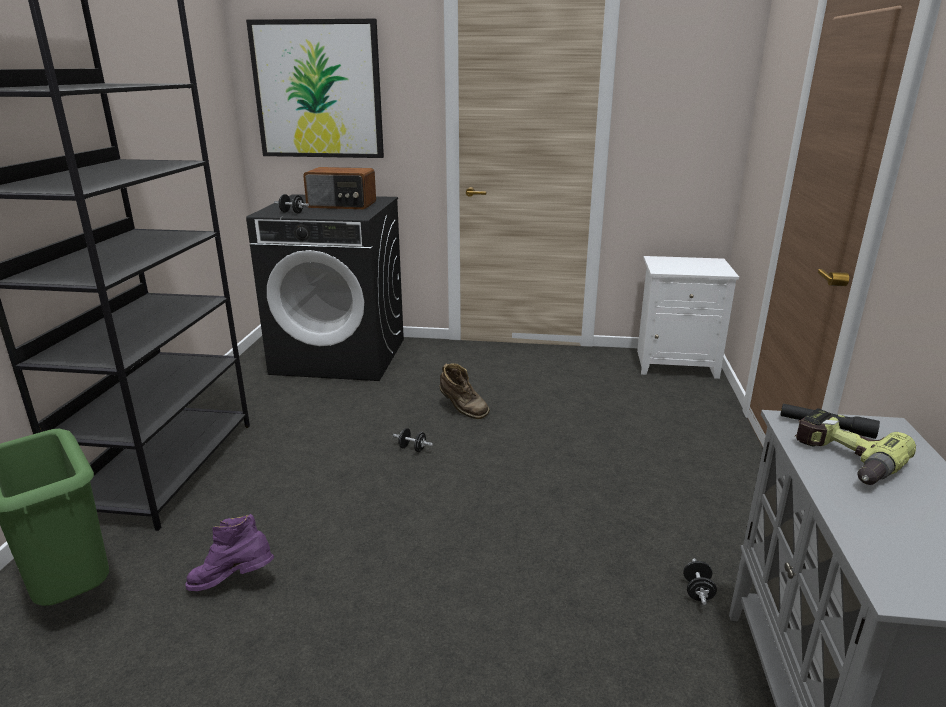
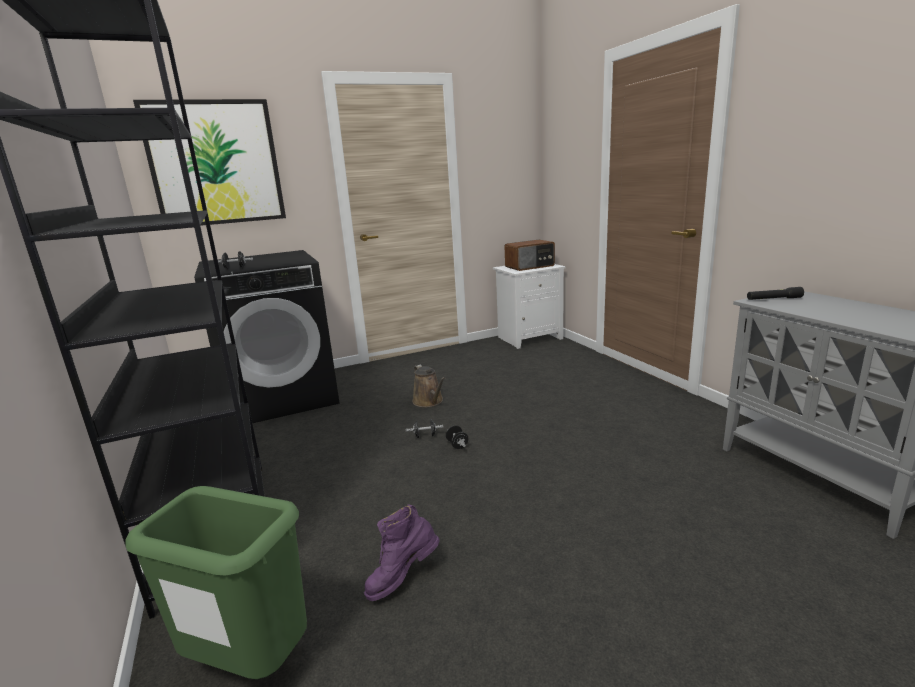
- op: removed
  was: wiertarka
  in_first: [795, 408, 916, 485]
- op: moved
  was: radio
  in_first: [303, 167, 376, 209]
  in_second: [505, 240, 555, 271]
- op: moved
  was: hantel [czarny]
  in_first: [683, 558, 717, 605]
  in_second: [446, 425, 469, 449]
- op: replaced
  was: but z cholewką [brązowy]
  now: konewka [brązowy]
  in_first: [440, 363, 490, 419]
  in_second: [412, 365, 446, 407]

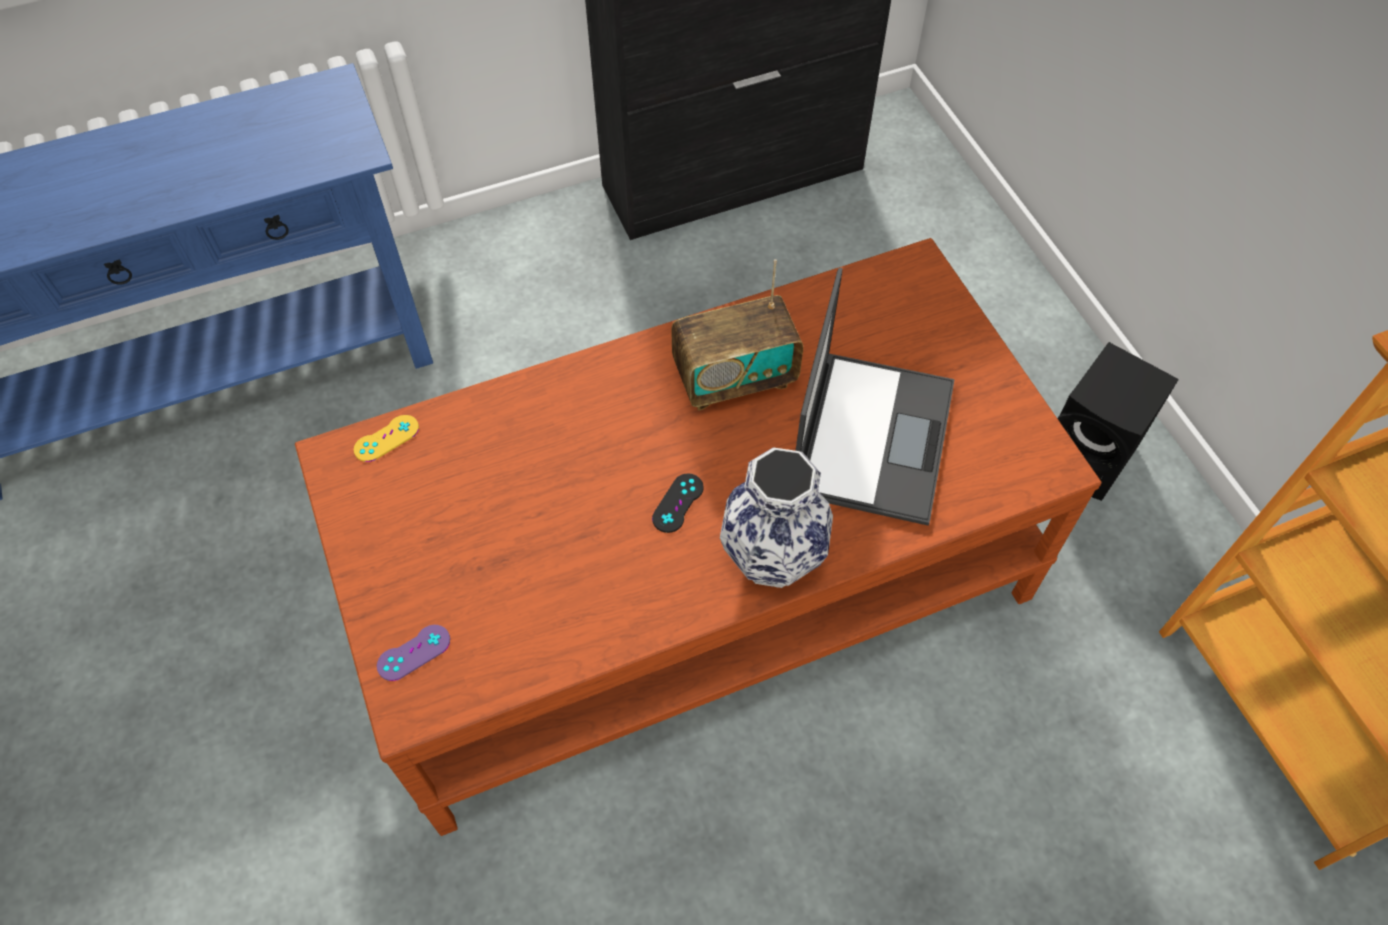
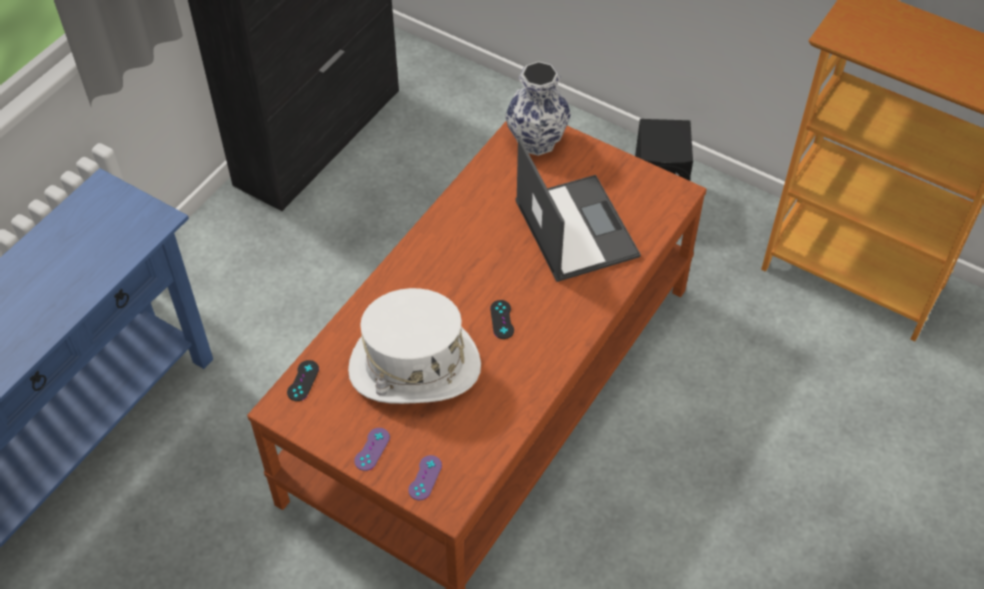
- op: removed
  was: radio
  in_first: [671, 259, 803, 411]
- op: added
  now: kapelusz [biały]
  in_second: [348, 288, 481, 404]
- op: added
  now: pad do gier [fioletowy]
  in_second: [354, 428, 390, 471]
- op: moved
  was: wazon
  in_first: [720, 448, 833, 588]
  in_second: [505, 61, 571, 156]
- op: recoloured
  was: pad do gier [żółty]
  now: pad do gier [czarny]
  in_first: [354, 415, 419, 462]
  in_second: [287, 360, 319, 401]

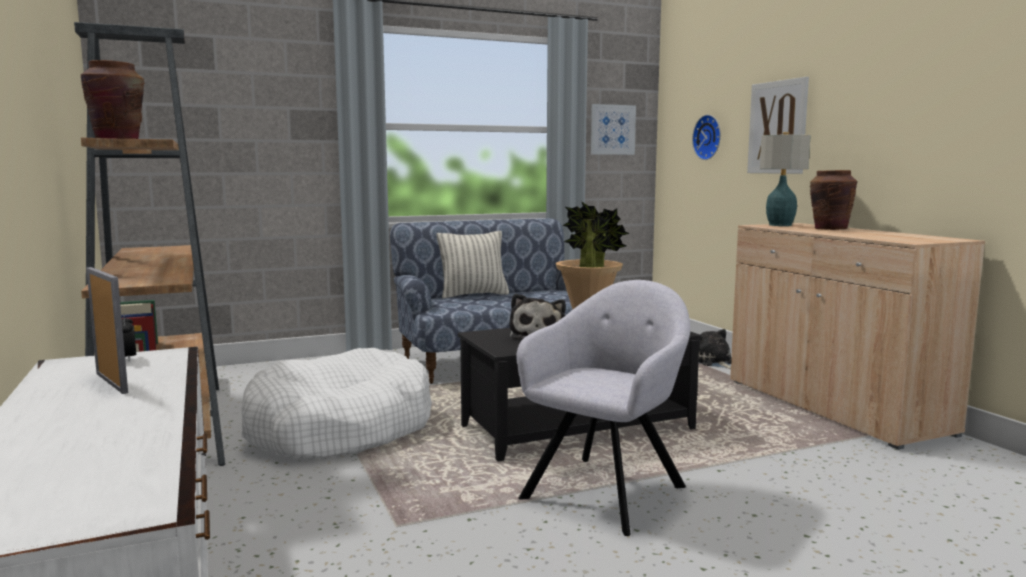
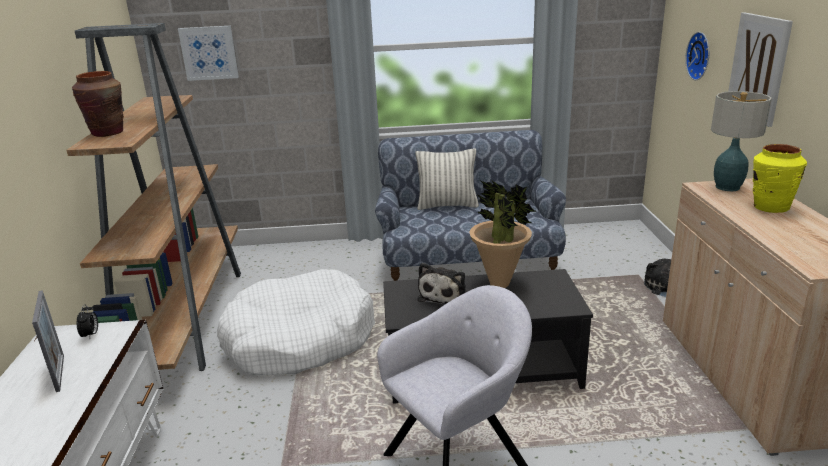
- op: moved
  was: obraz
  in_first: [591, 104, 636, 155]
  in_second: [178, 26, 239, 81]
- op: recoloured
  was: wazon [brązowy]
  now: wazon [żółty]
  in_first: [810, 170, 857, 230]
  in_second: [753, 144, 807, 213]

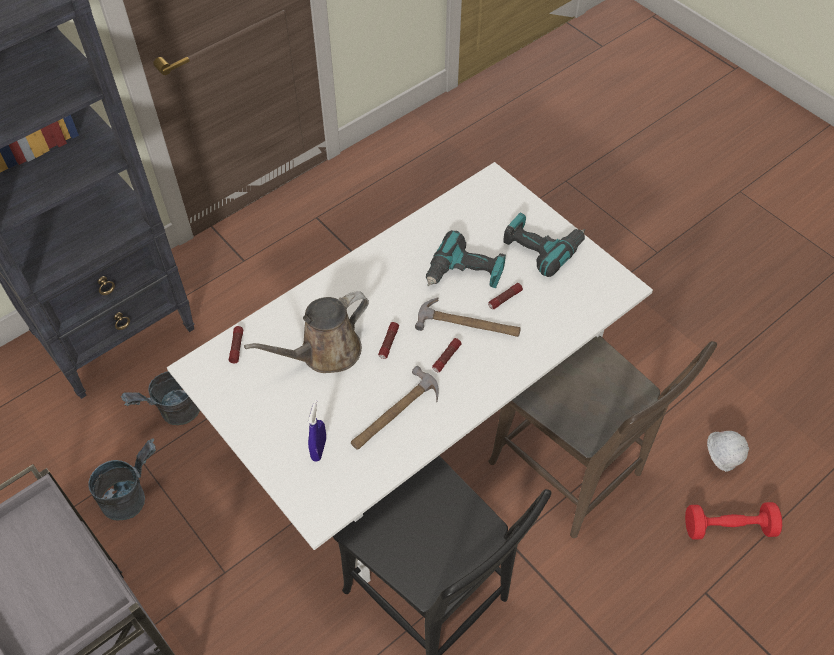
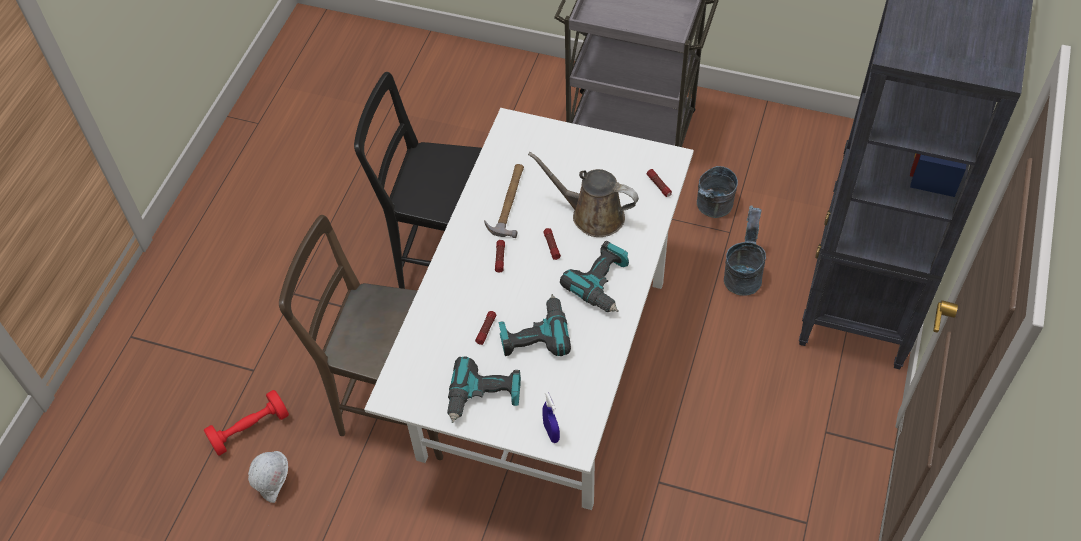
- op: removed
  was: młotek
  in_first: [415, 297, 521, 337]
- op: added
  now: wiertarka
  in_second: [560, 241, 629, 312]
- op: moved
  was: spryskiwacz [niebieski]
  in_first: [308, 400, 326, 462]
  in_second: [542, 392, 560, 443]
- op: turned
  was: konewka [brązowy]
  in_first: [244, 291, 369, 373]
  in_second: [528, 152, 639, 237]
  clockwise: -90

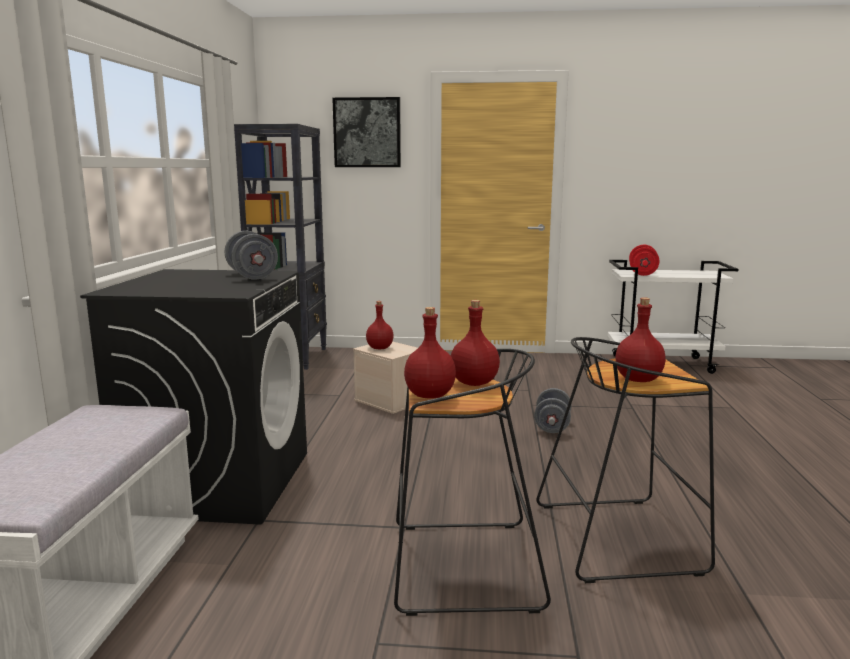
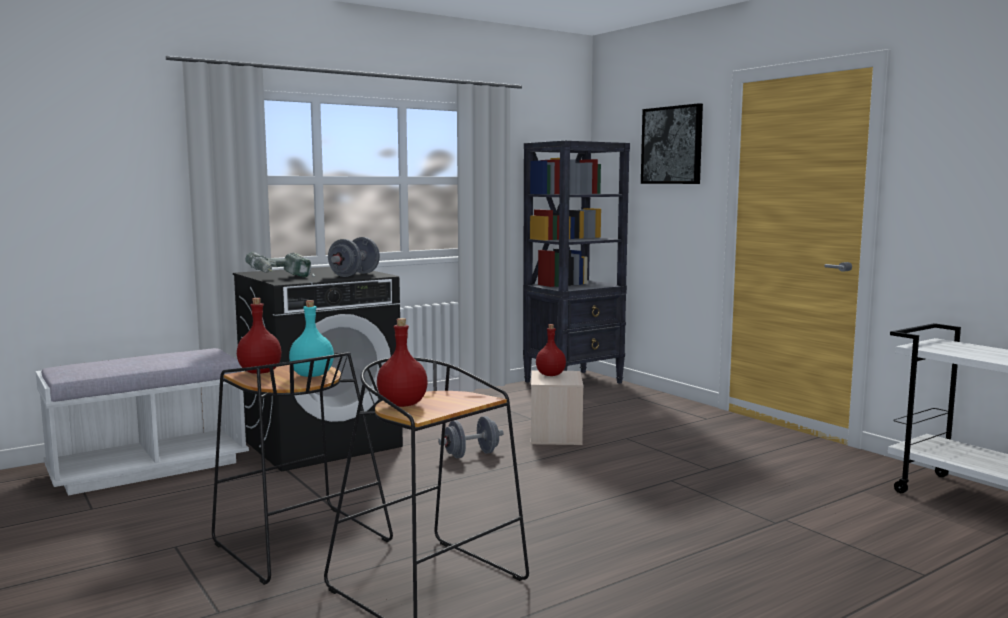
- op: removed
  was: hantel [czerwony]
  in_first: [629, 245, 659, 276]
- op: added
  now: wiertarka
  in_second: [245, 252, 315, 277]
- op: moved
  was: hantel [szary]
  in_first: [534, 388, 572, 433]
  in_second: [438, 416, 504, 458]
- op: recoloured
  was: butelka [czerwony]
  now: butelka [turkusowy]
  in_first: [451, 300, 500, 386]
  in_second: [289, 300, 334, 377]

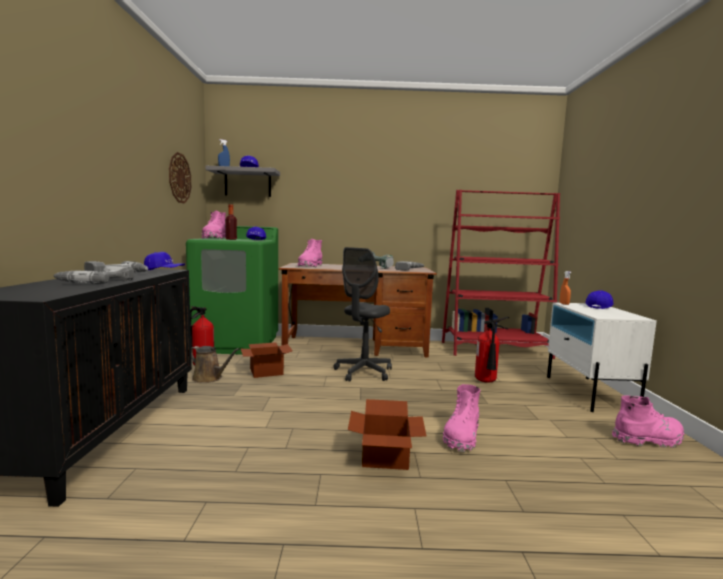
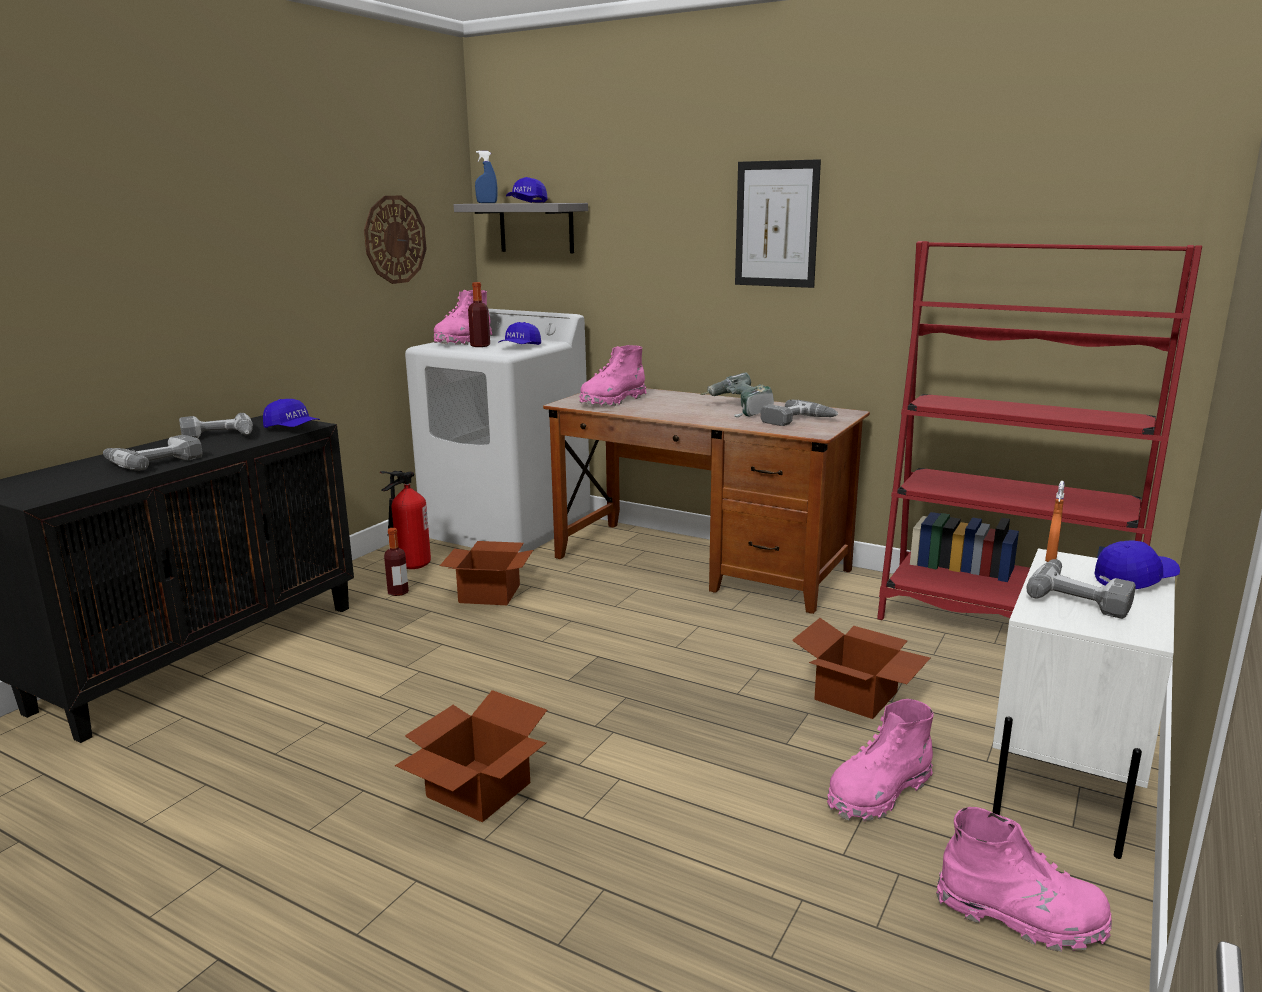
- op: removed
  was: krzesło biurowe [szary]
  in_first: [334, 247, 392, 382]
- op: added
  now: obraz
  in_second: [735, 159, 821, 288]
- op: added
  now: wiertarka
  in_second: [1027, 559, 1136, 619]
- op: moved
  was: but z cholewką [różowy]
  in_first: [443, 384, 481, 452]
  in_second: [827, 699, 933, 821]
- op: replaced
  was: konewka [brązowy]
  now: butelka
  in_first: [191, 346, 239, 383]
  in_second: [384, 528, 409, 596]
- op: replaced
  was: gaśnica
  now: karton
  in_first: [475, 317, 509, 383]
  in_second: [792, 618, 930, 719]
- op: recoloured
  was: pralka [zielony]
  now: pralka [biały]
  in_first: [186, 226, 278, 355]
  in_second: [405, 309, 591, 553]

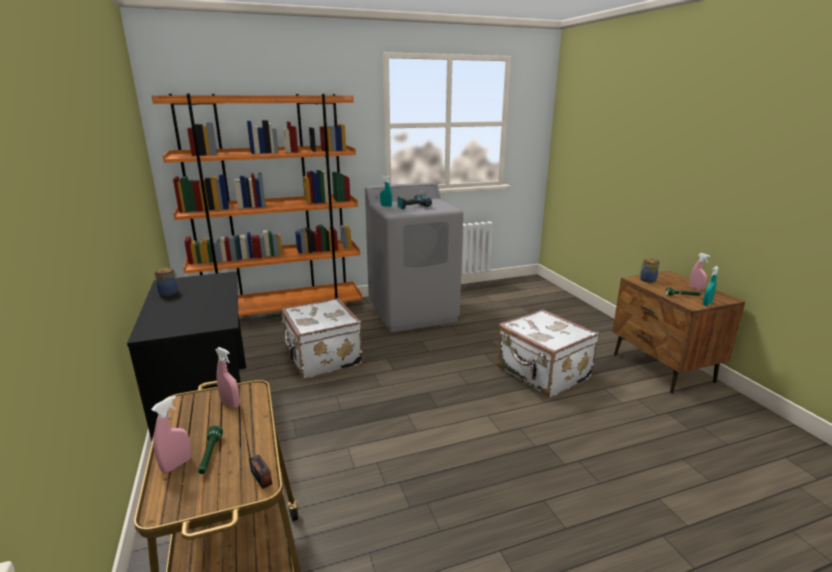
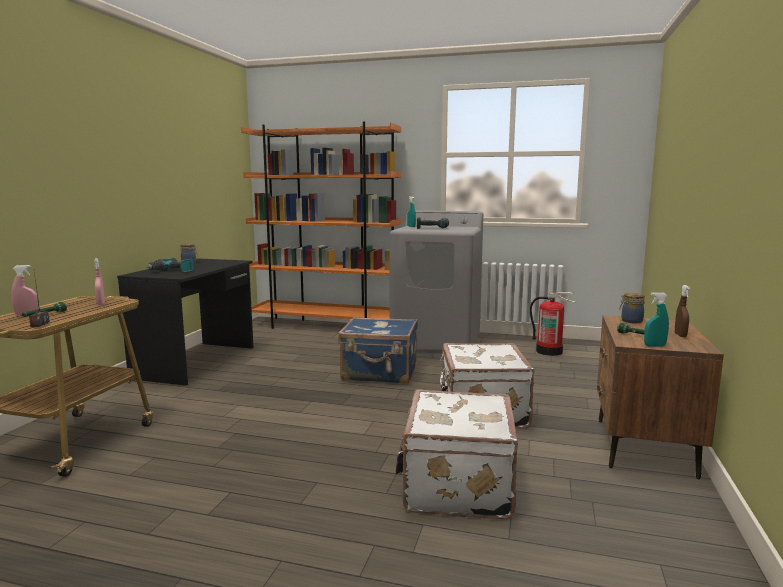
- op: added
  now: wiertarka
  in_second: [146, 257, 194, 272]
- op: added
  now: walizka [niebieski]
  in_second: [338, 317, 418, 384]
- op: added
  now: gaśnica
  in_second: [530, 292, 576, 356]
- op: moved
  was: walizka [biały]
  in_first: [281, 298, 363, 379]
  in_second: [396, 389, 518, 520]
- op: recoloured
  was: spryskiwacz [różowy]
  now: spryskiwacz [brązowy]
  in_first: [689, 253, 710, 290]
  in_second: [675, 285, 690, 337]

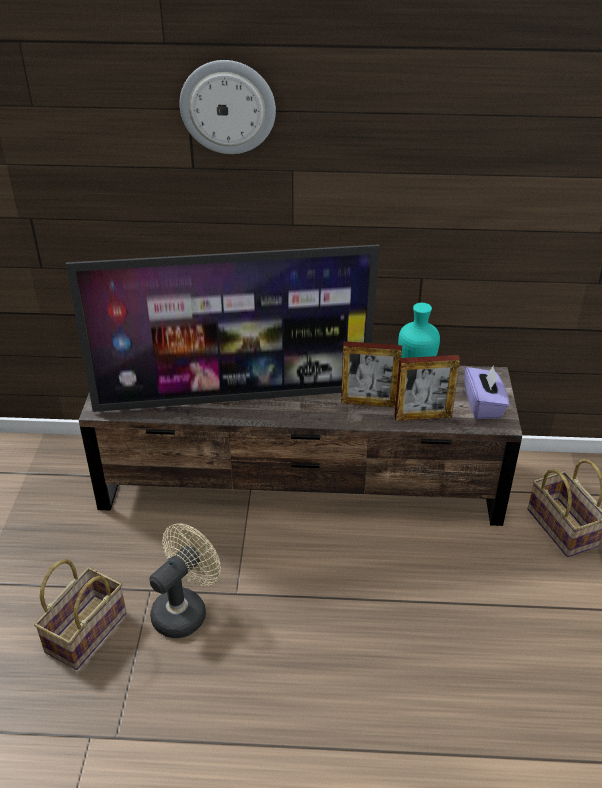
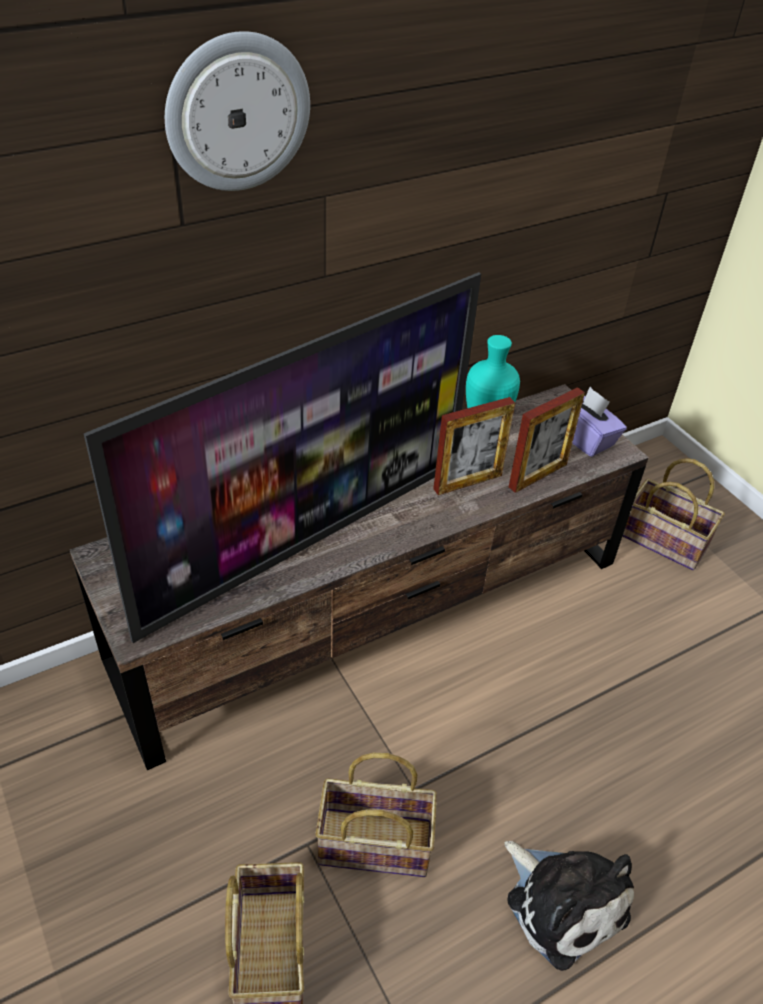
- op: added
  now: pluszak
  in_second: [504, 841, 634, 971]
- op: replaced
  was: wentylator [beżowy]
  now: koszyk
  in_first: [149, 523, 221, 638]
  in_second: [316, 753, 437, 877]

